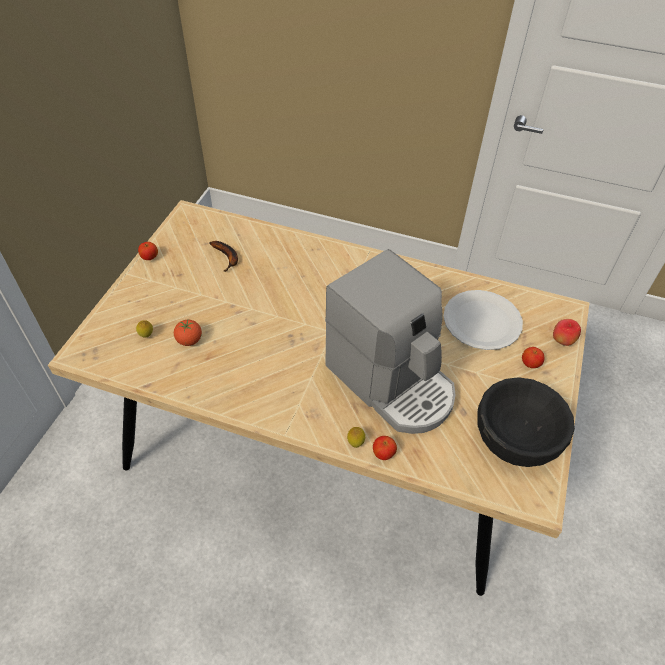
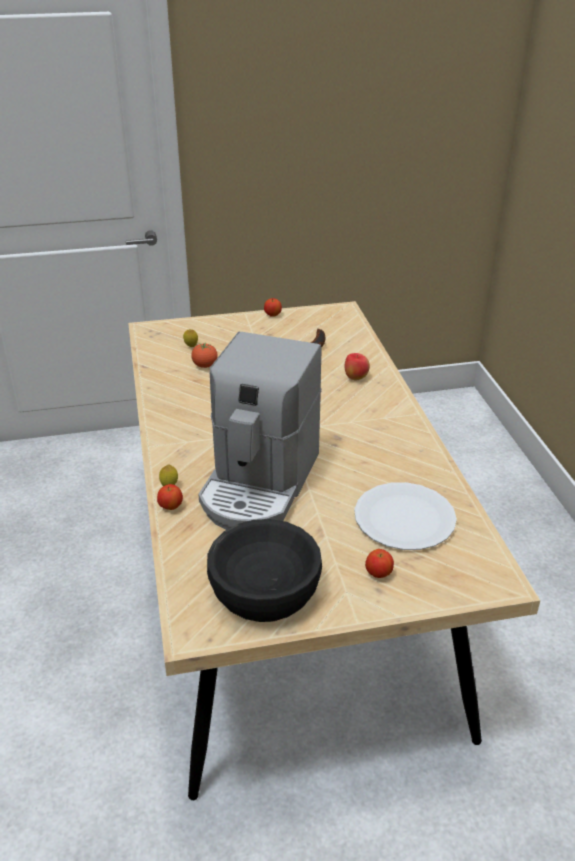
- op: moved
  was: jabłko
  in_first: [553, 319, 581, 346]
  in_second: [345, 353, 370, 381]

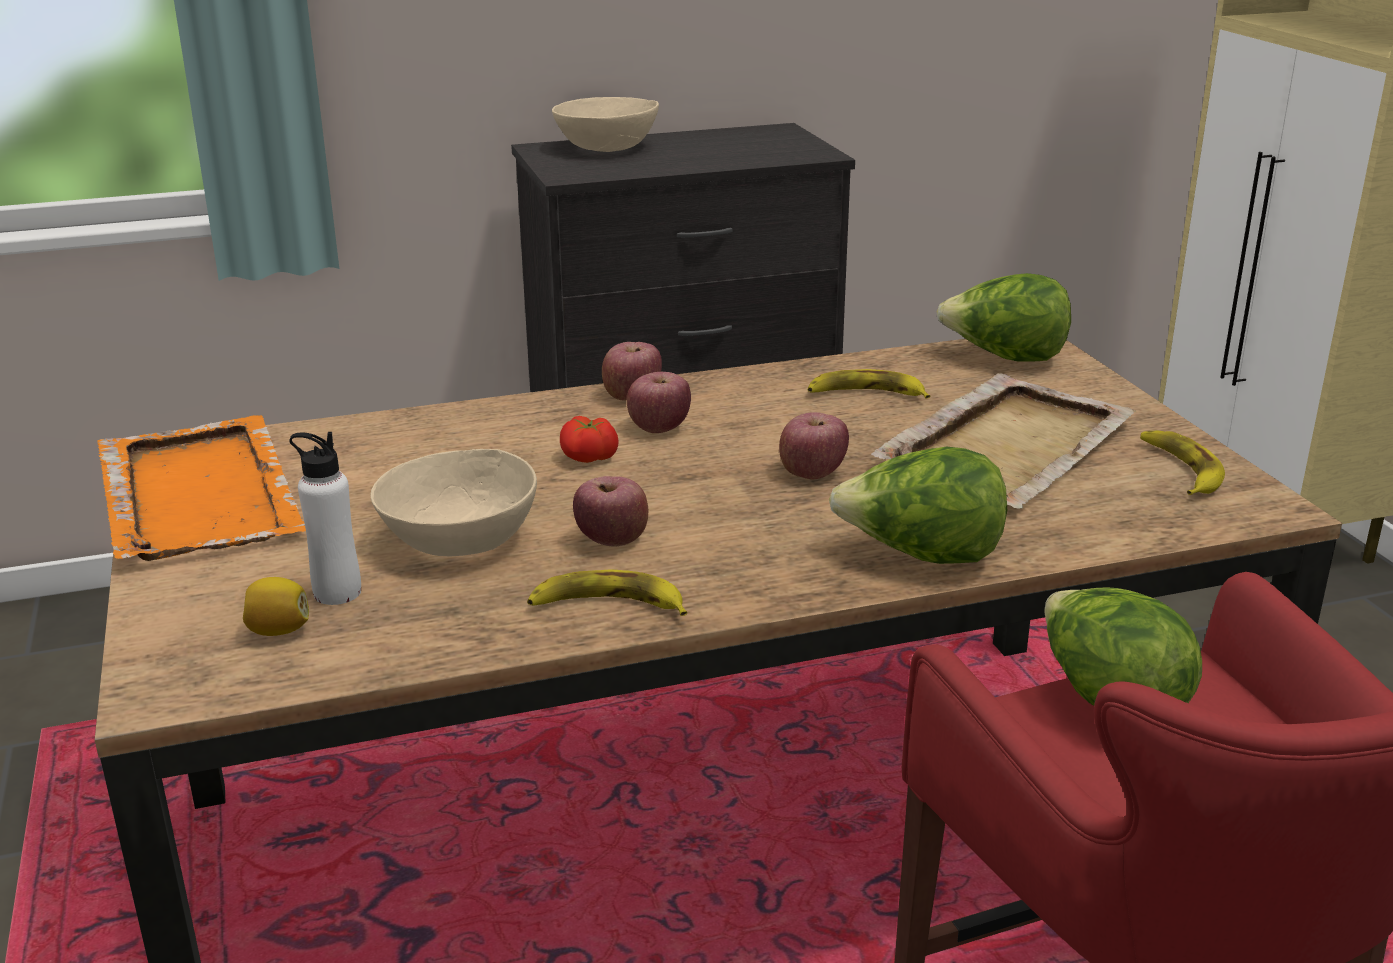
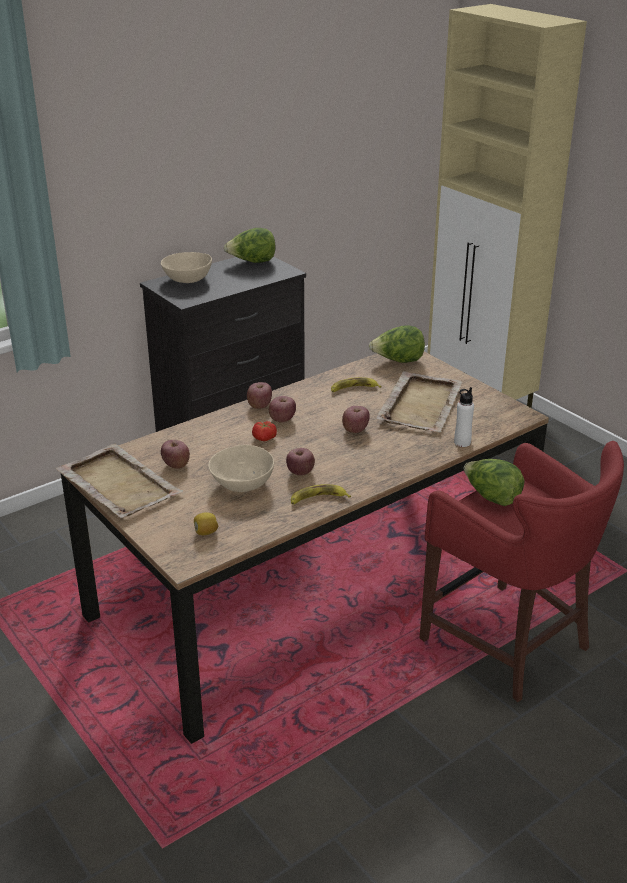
- op: removed
  was: banan
  in_first: [1140, 431, 1225, 495]
- op: added
  now: jabłko
  in_second: [161, 440, 190, 469]
- op: moved
  was: butelka [biały]
  in_first: [290, 432, 361, 605]
  in_second: [454, 387, 474, 447]
- op: moved
  was: sałata
  in_first: [829, 447, 1007, 564]
  in_second: [224, 228, 275, 263]
- op: recoloured
  was: taca [pomarańczowy]
  now: taca [beżowy]
  in_first: [98, 415, 306, 561]
  in_second: [55, 444, 183, 518]

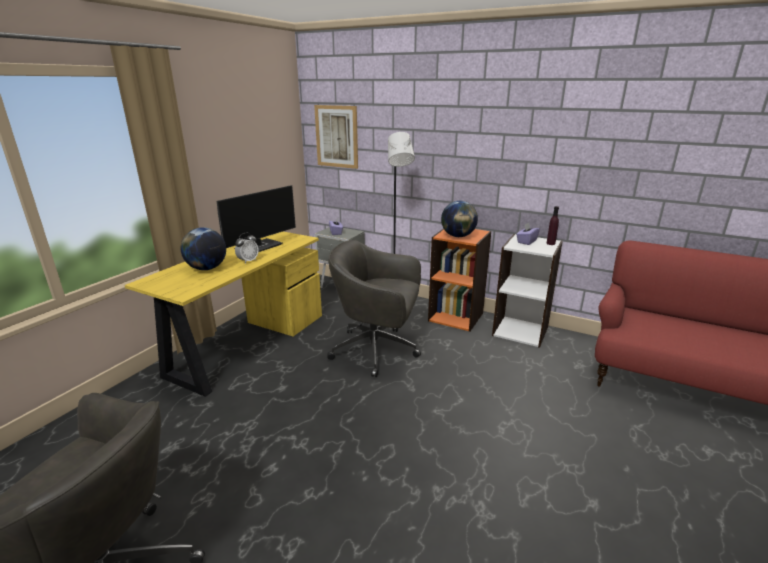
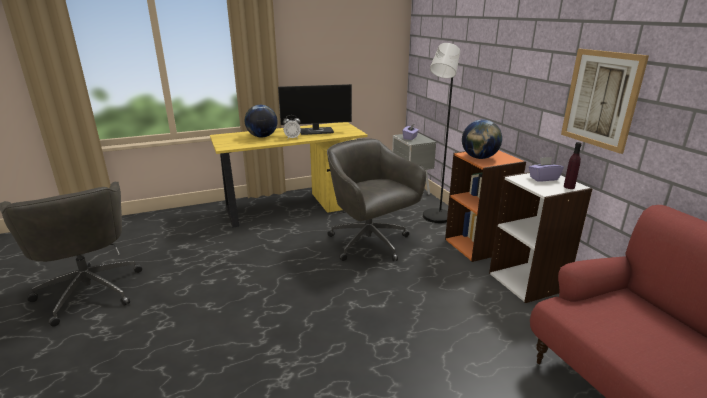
- op: moved
  was: obraz
  in_first: [314, 105, 358, 169]
  in_second: [561, 49, 649, 154]

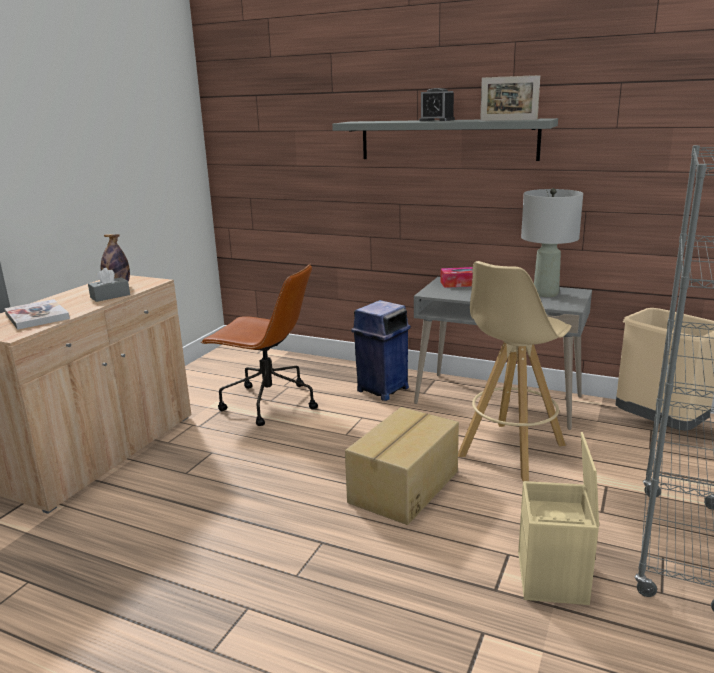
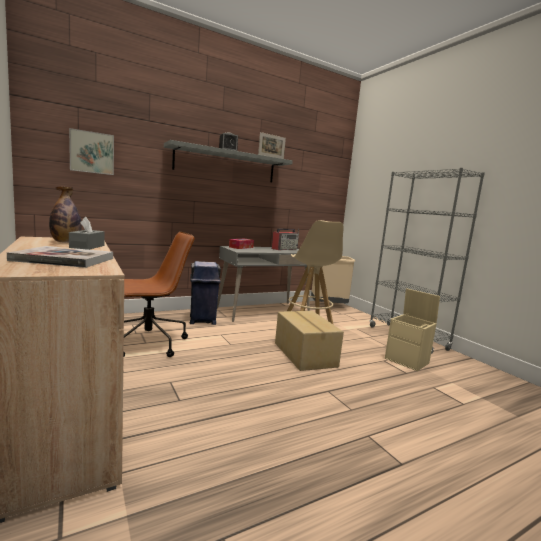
- op: added
  now: obraz
  in_second: [69, 128, 114, 175]
- op: replaced
  was: lampa stołowa [szary]
  now: radio
  in_first: [521, 188, 583, 297]
  in_second: [272, 228, 299, 250]

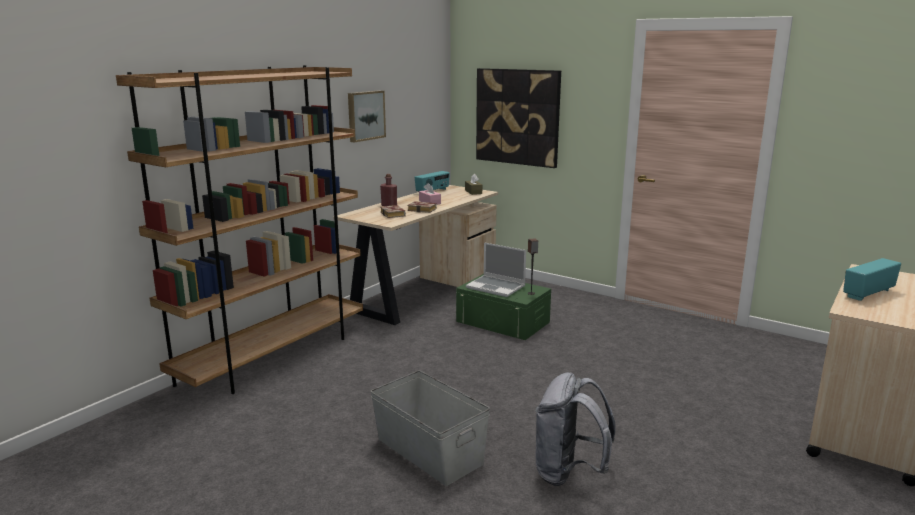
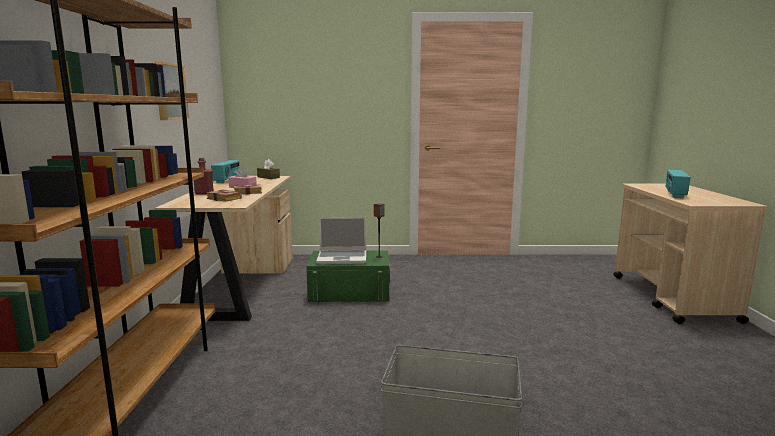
- op: removed
  was: obraz
  in_first: [476, 68, 561, 168]
- op: removed
  was: plecak [szary]
  in_first: [535, 372, 616, 486]

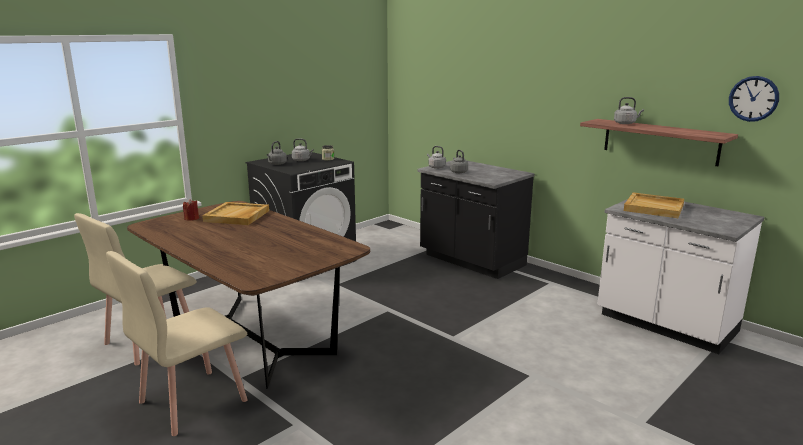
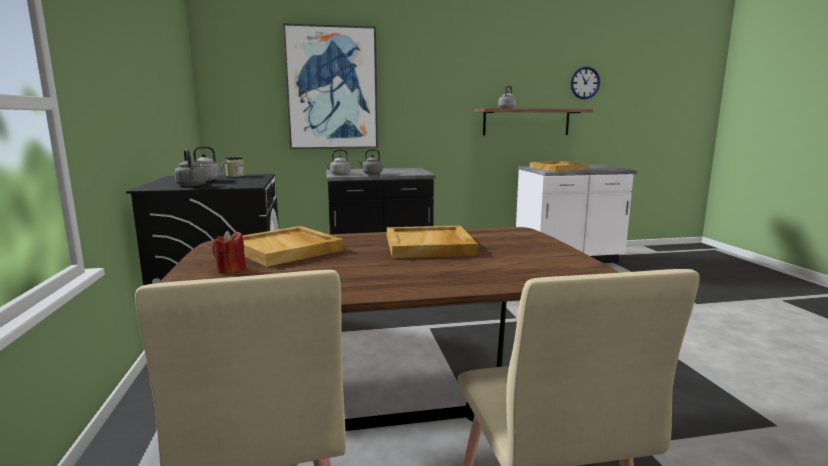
- op: added
  now: obraz
  in_second: [283, 23, 378, 149]
- op: added
  now: taca [beżowy]
  in_second: [387, 225, 478, 258]

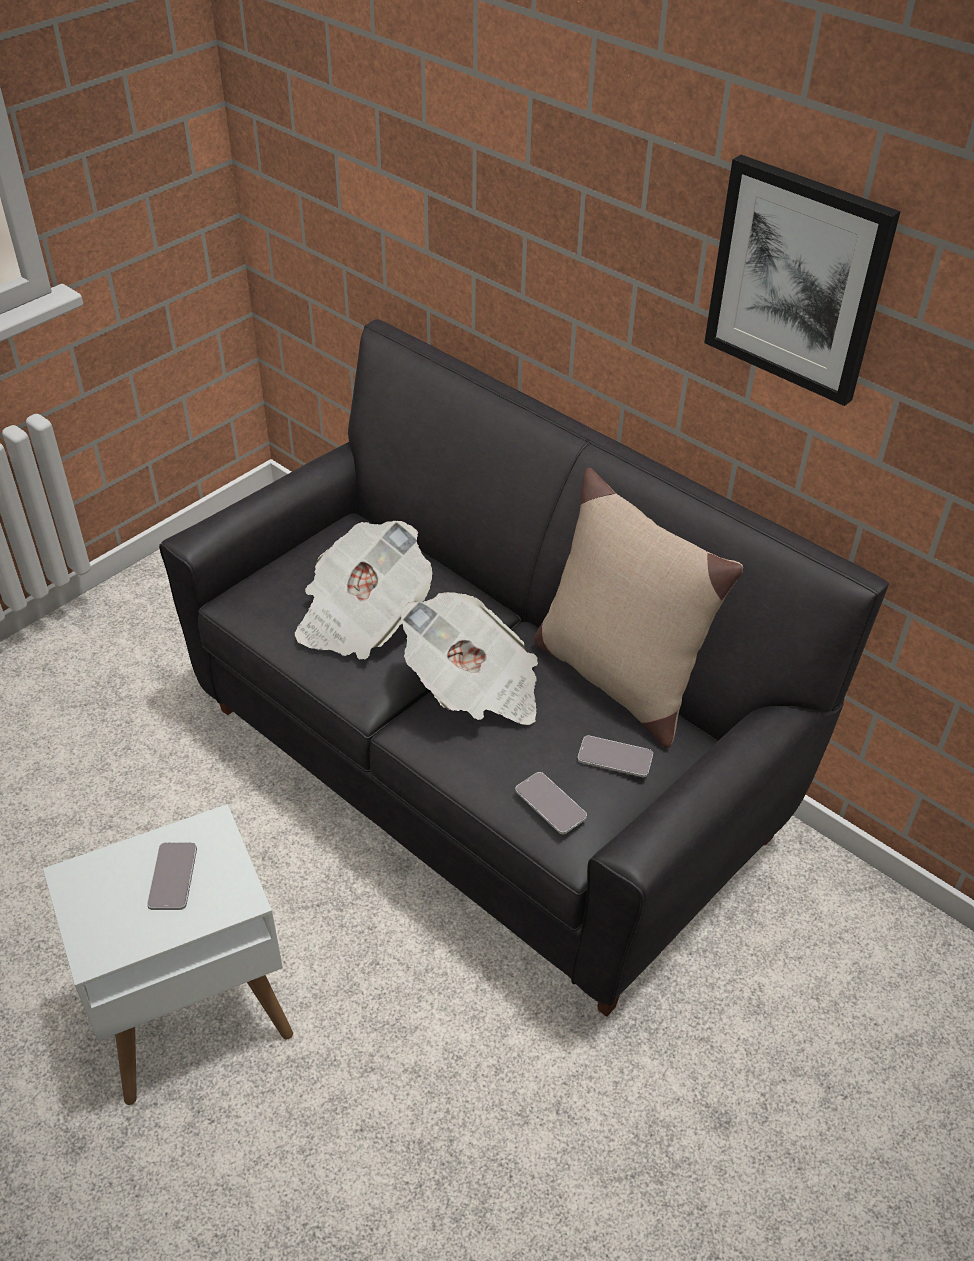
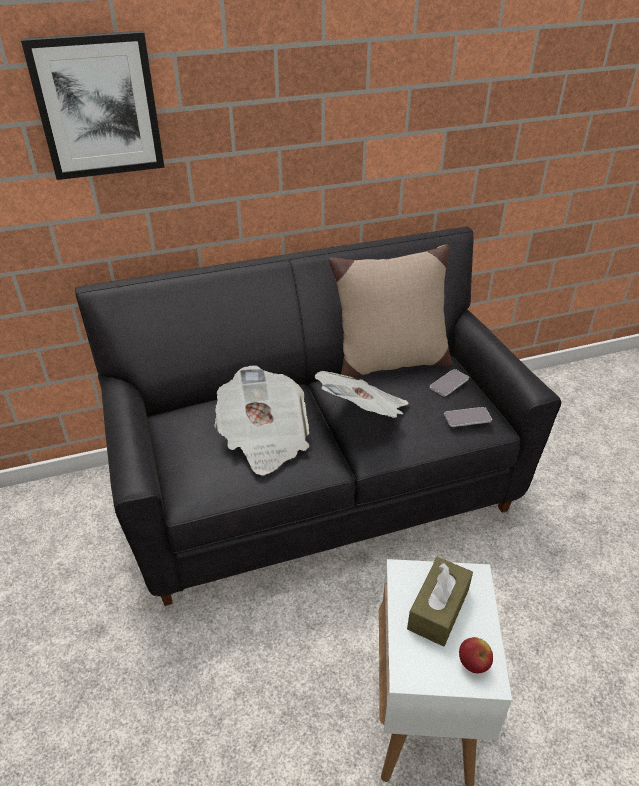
- op: added
  now: jabłko
  in_second: [459, 637, 493, 673]
- op: moved
  was: obraz
  in_first: [704, 155, 901, 406]
  in_second: [21, 31, 165, 180]
- op: replaced
  was: telefon
  now: pudełko chusteczek [brązowy]
  in_first: [147, 842, 197, 910]
  in_second: [407, 557, 473, 647]

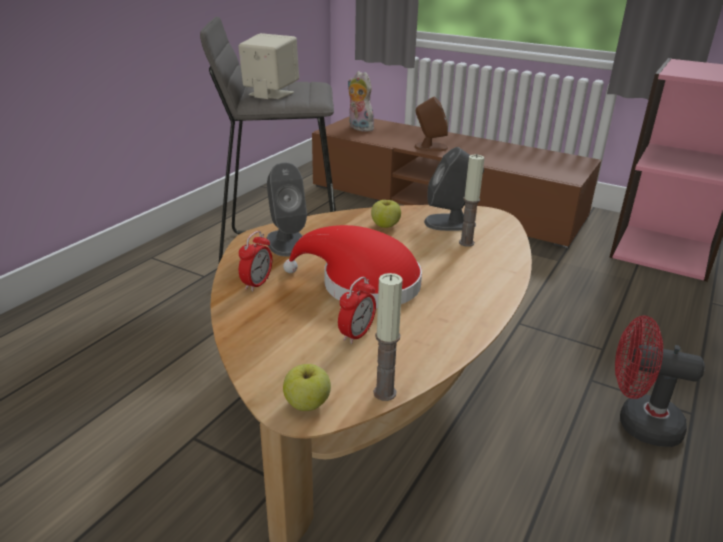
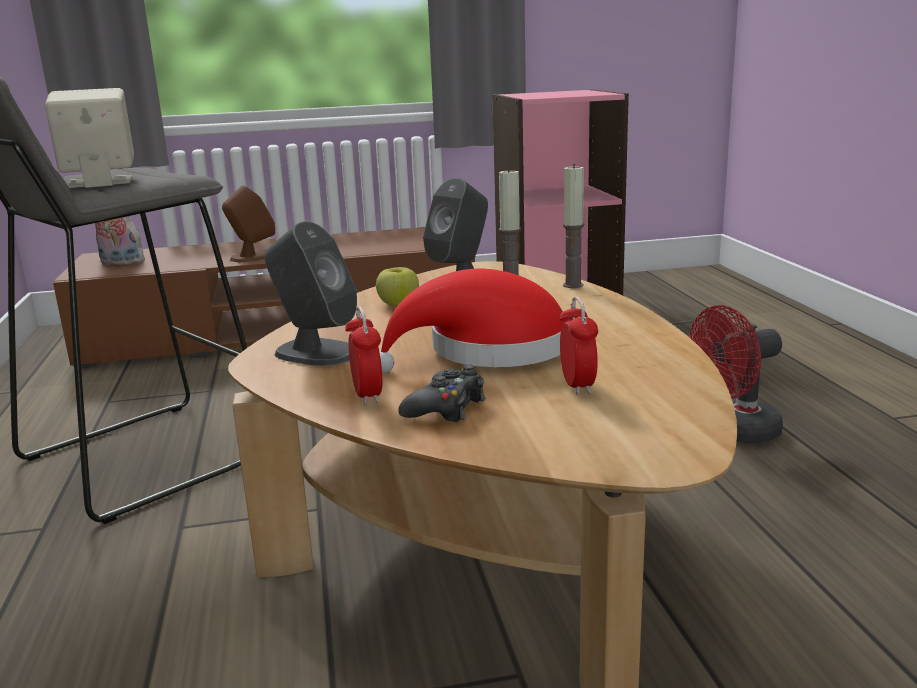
- op: removed
  was: jabłko
  in_first: [283, 364, 331, 411]
- op: added
  now: pad do gier [czarny]
  in_second: [398, 364, 486, 422]
- op: moved
  was: świeca
  in_first: [374, 273, 403, 401]
  in_second: [563, 164, 584, 288]

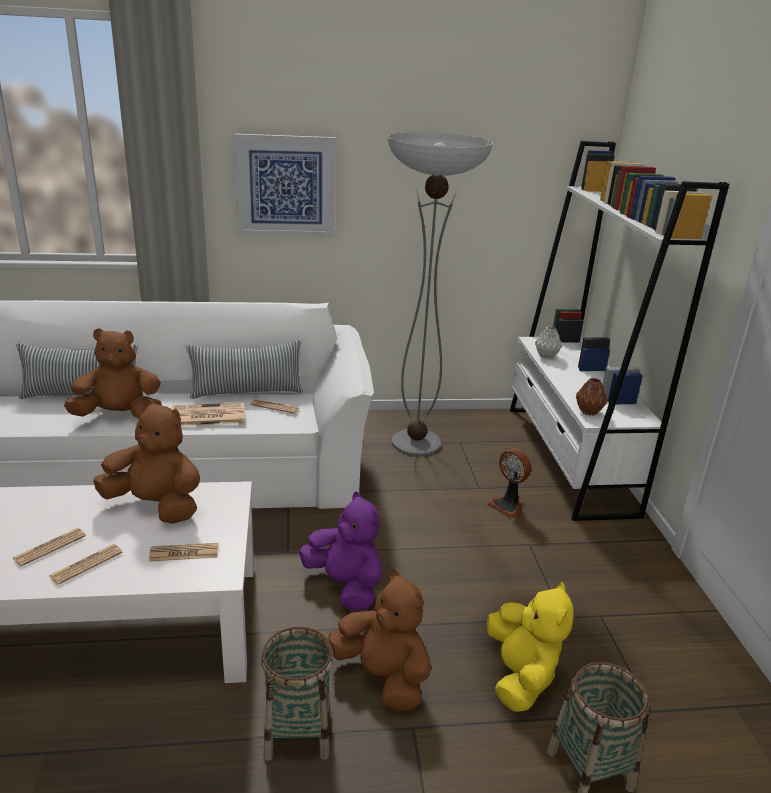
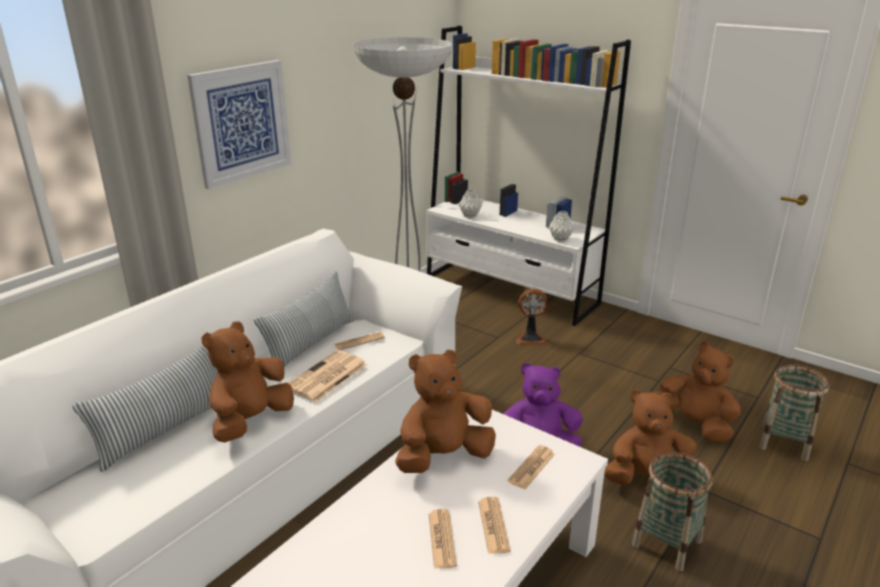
- op: recoloured
  was: pluszak [żółty]
  now: pluszak [brązowy]
  in_first: [487, 581, 574, 712]
  in_second: [652, 342, 741, 442]
- op: recoloured
  was: wazon [brązowy]
  now: wazon [szary]
  in_first: [576, 378, 608, 416]
  in_second: [549, 211, 574, 242]

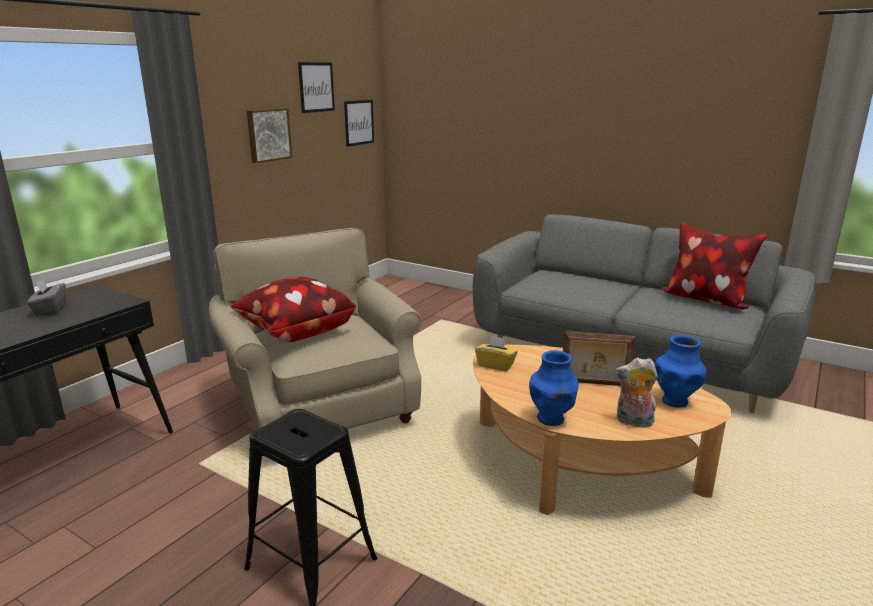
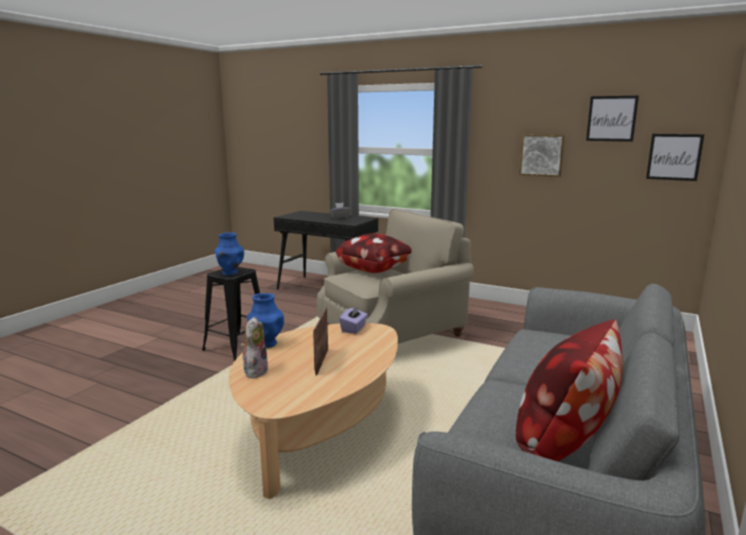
- op: moved
  was: wazon [niebieski]
  in_first: [655, 335, 706, 408]
  in_second: [215, 232, 244, 276]
- op: recoloured
  was: pudełko chusteczek [żółty]
  now: pudełko chusteczek [fioletowy]
  in_first: [475, 336, 518, 371]
  in_second: [339, 305, 368, 334]

